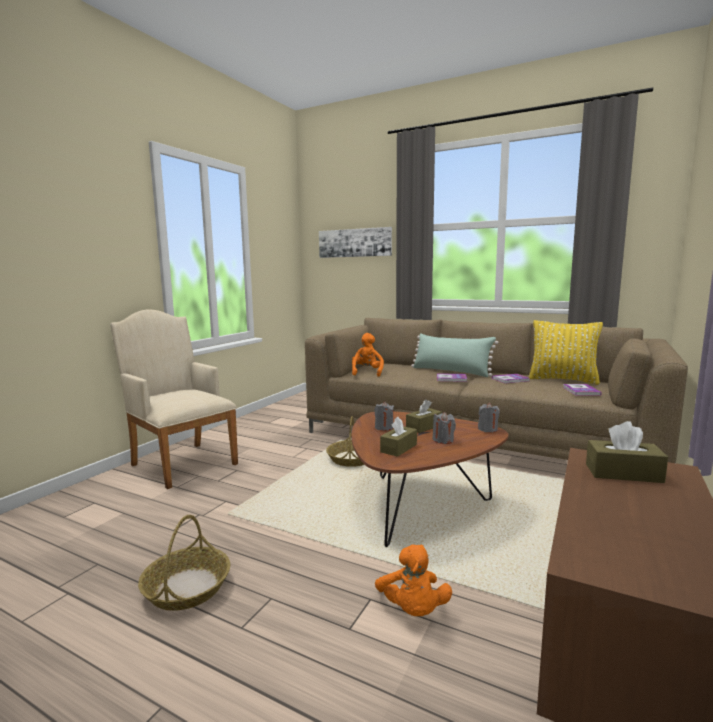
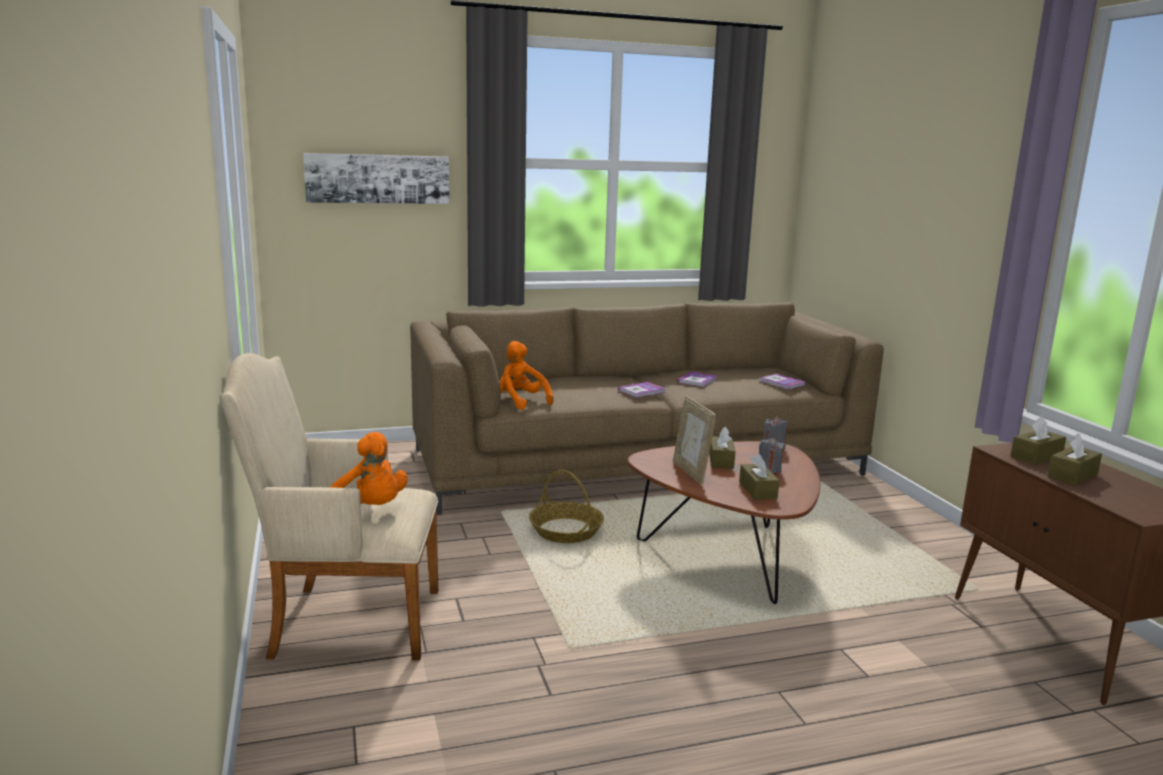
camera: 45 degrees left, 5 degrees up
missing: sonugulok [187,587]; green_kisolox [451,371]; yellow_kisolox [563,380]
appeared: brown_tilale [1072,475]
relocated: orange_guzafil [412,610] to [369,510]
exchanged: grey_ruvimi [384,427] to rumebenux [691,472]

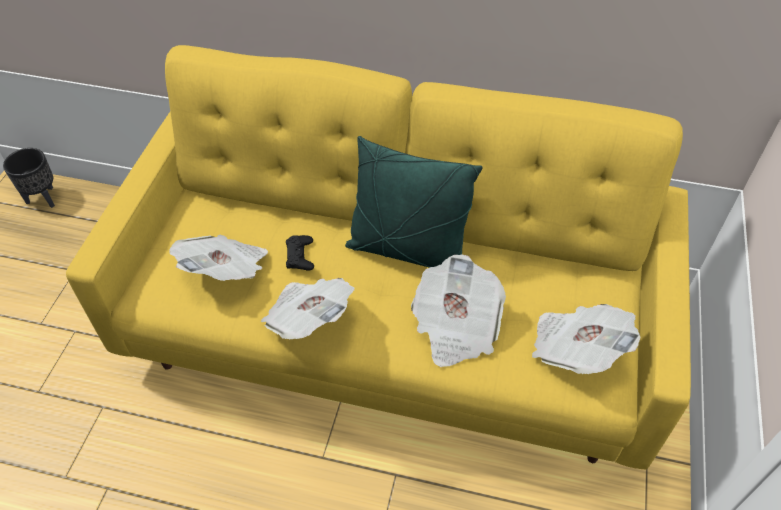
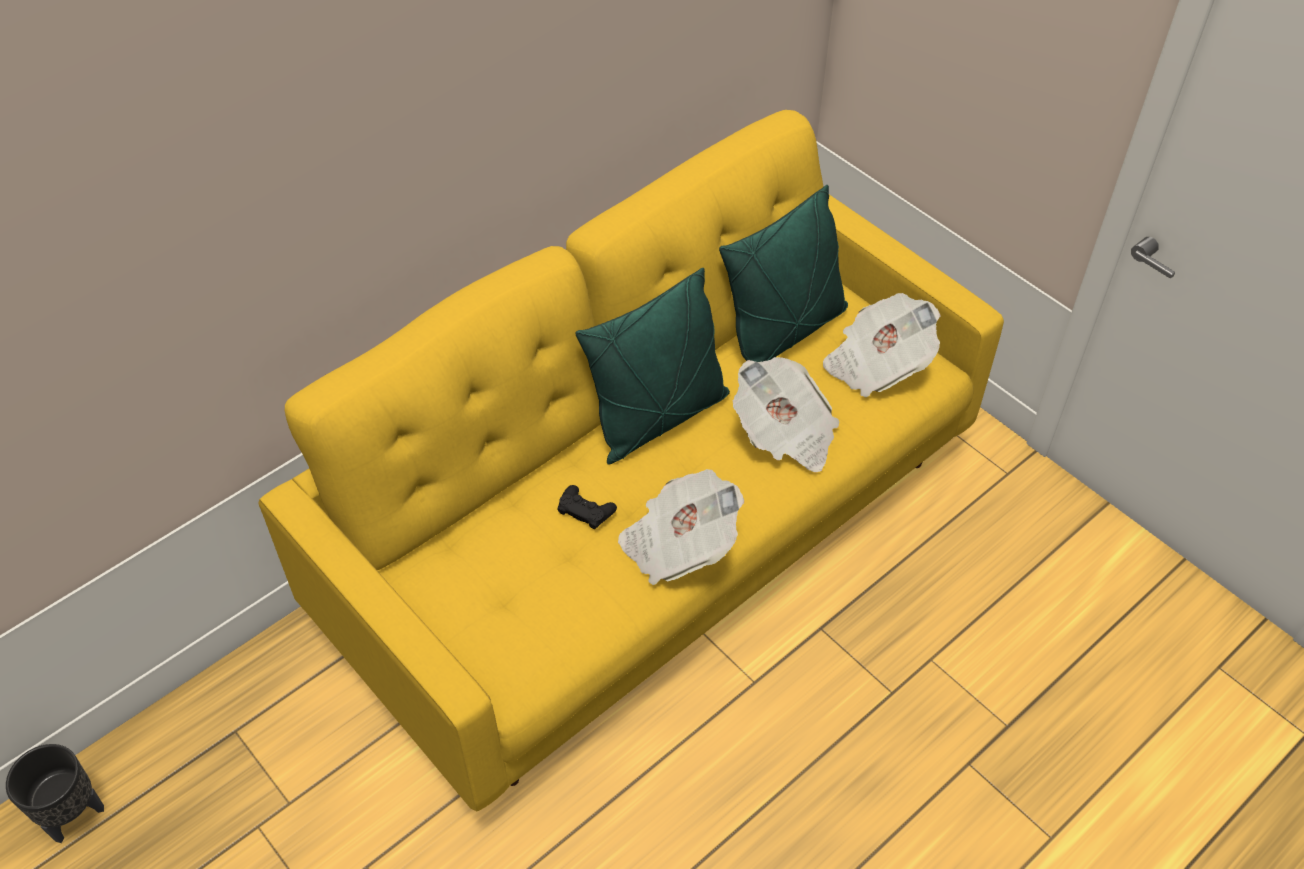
camera: 55 degrees left, 0 degrees up
missing: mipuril [226,271]
appeared: green_kisolox [784,332]

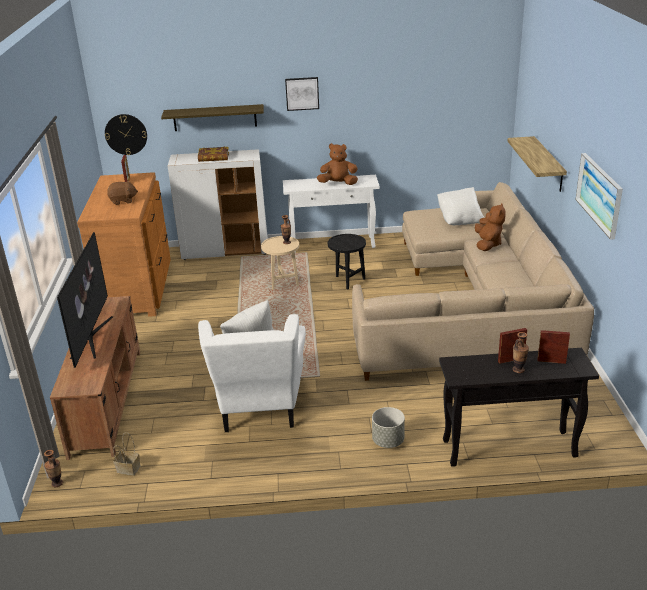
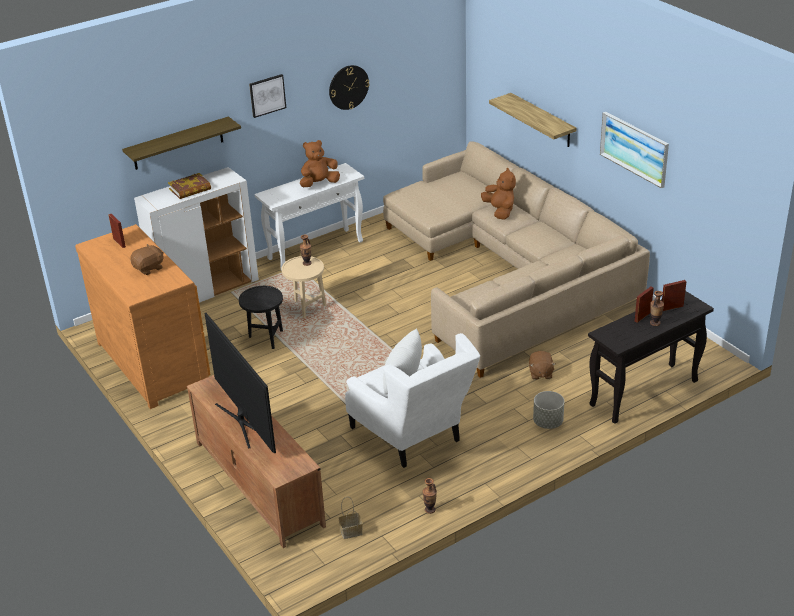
camera: 30 degrees left, 5 degrees up
missing: white_kisolox [460,220]
appeared: brown_guzafil [540,373]
relocated: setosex [57,483] to [430,509]; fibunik [126,134] to [348,87]; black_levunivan [347,280] to [265,338]

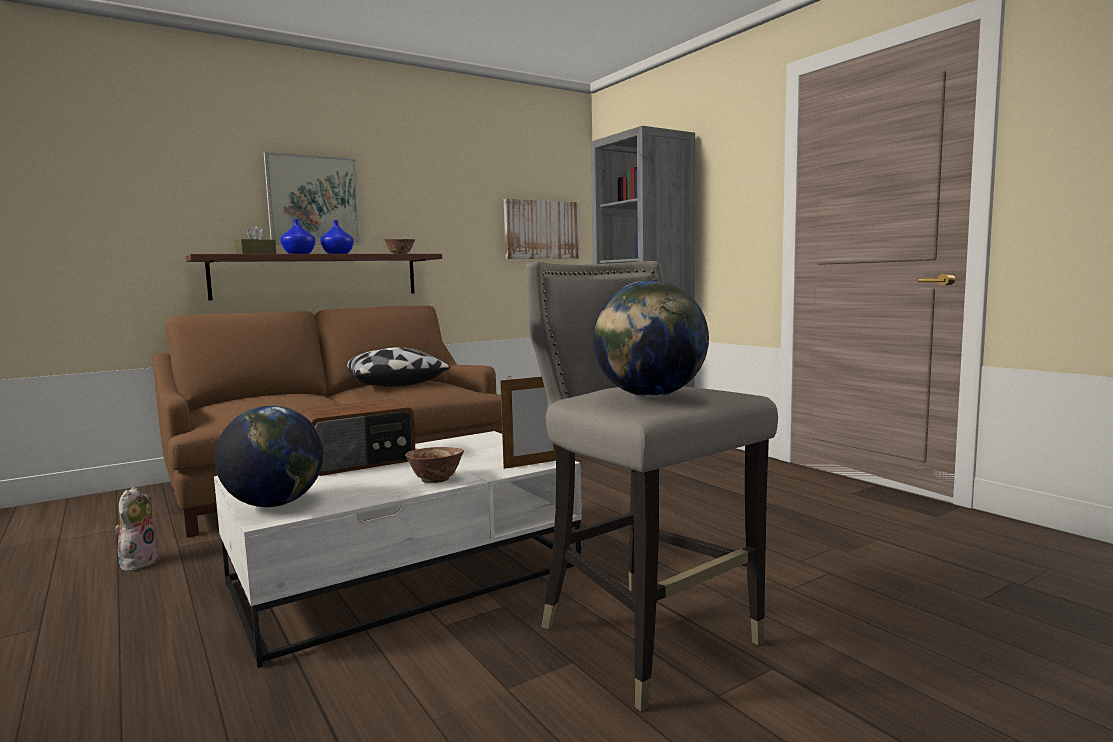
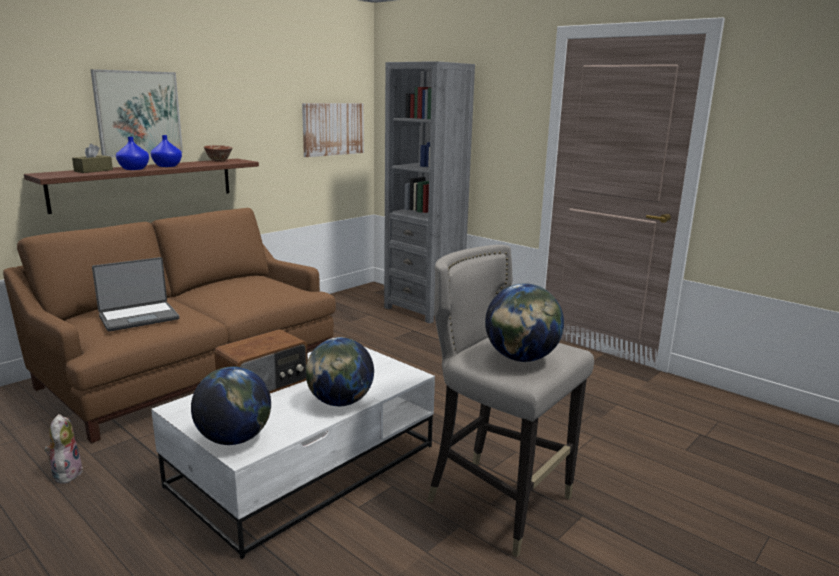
camera: 15 degrees left, 10 degrees up
missing: kisolox [393,384]; rumebenux [534,463]
appeared: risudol [139,317]
exchanged: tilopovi [435,480] to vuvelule [340,402]

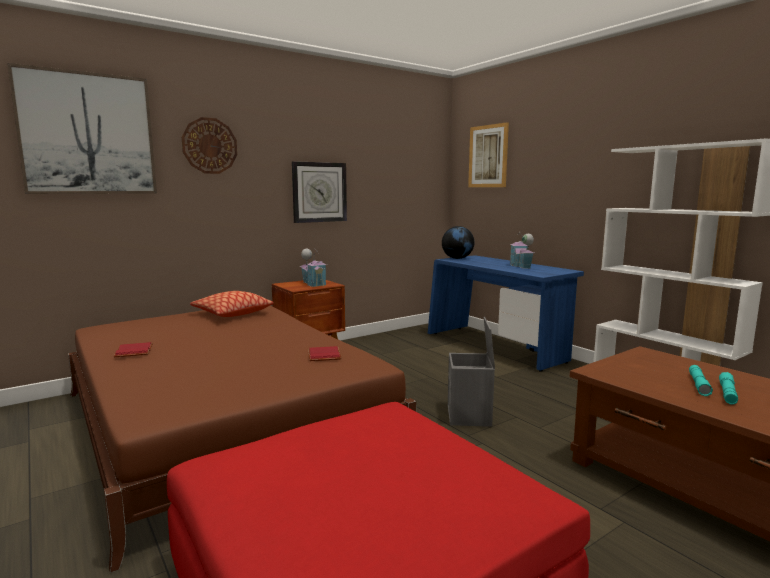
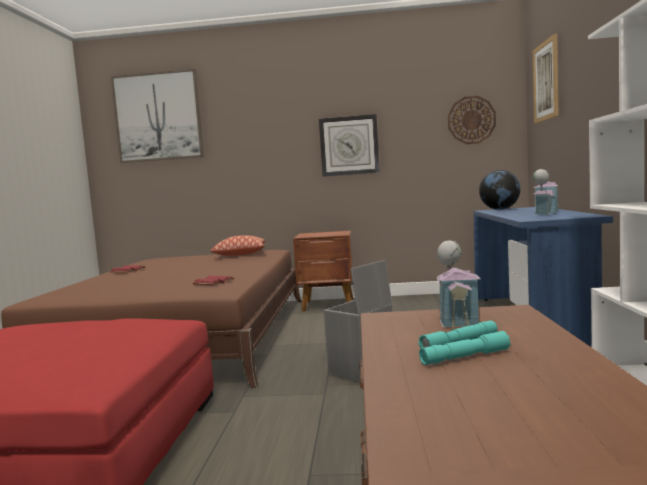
camera: 40 degrees right, 5 degrees down
relocated: fibunik [209,146] to [471,120]; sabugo [313,284] to [457,319]

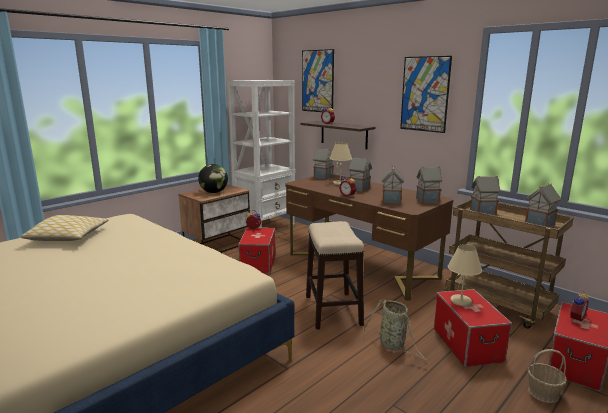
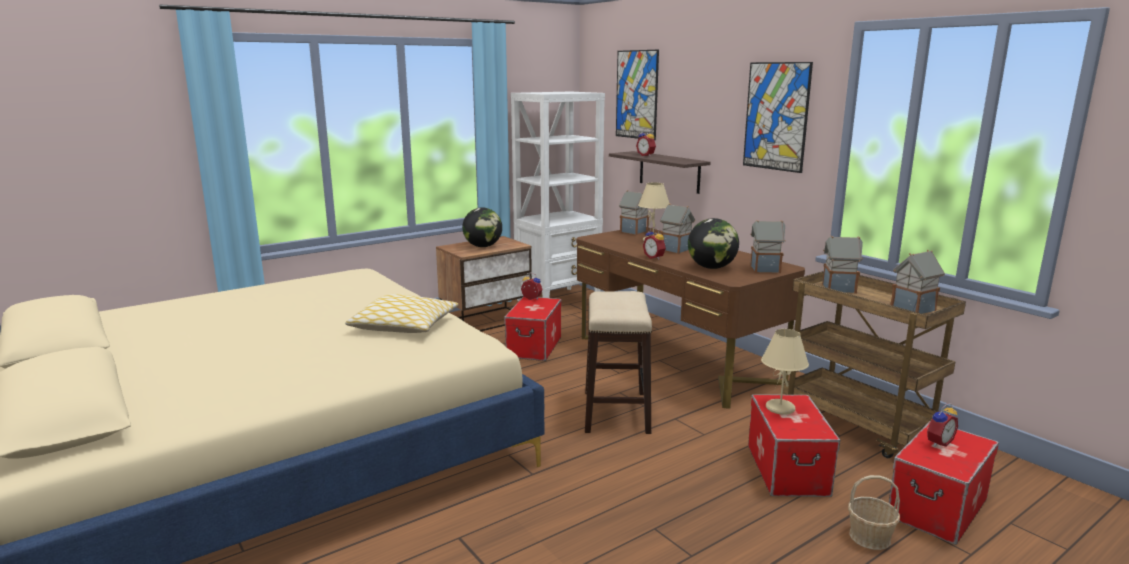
camera: 10 degrees right, 0 degrees up
missing: sonugulok [393,345]
relocated: kisolox [68,237] to [405,326]
exchanged: sabugo [391,201] to vuvelule [711,267]

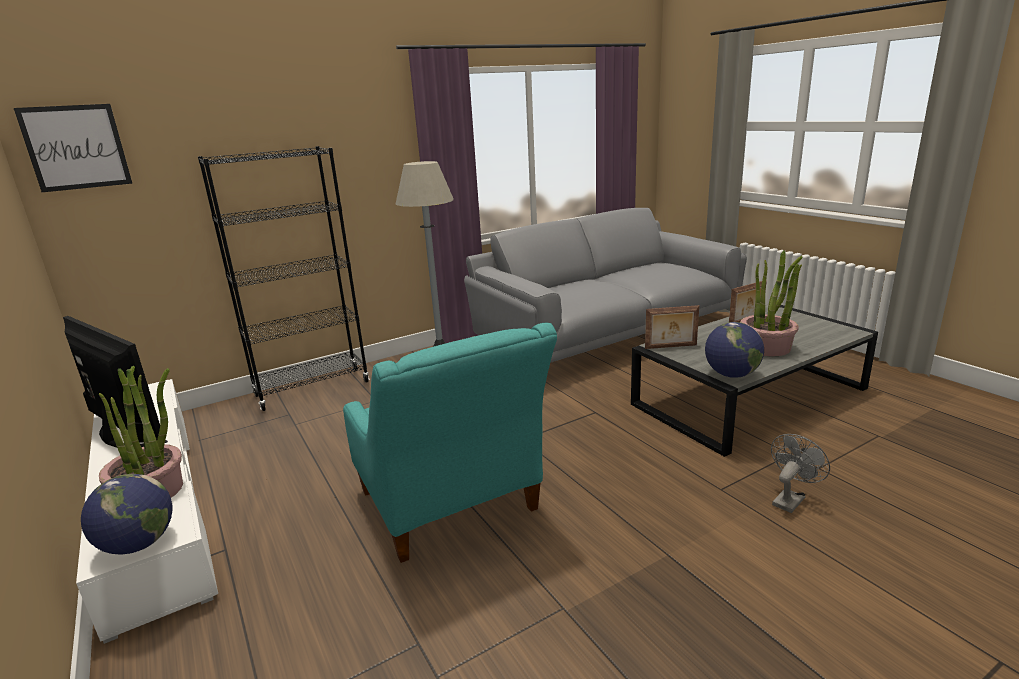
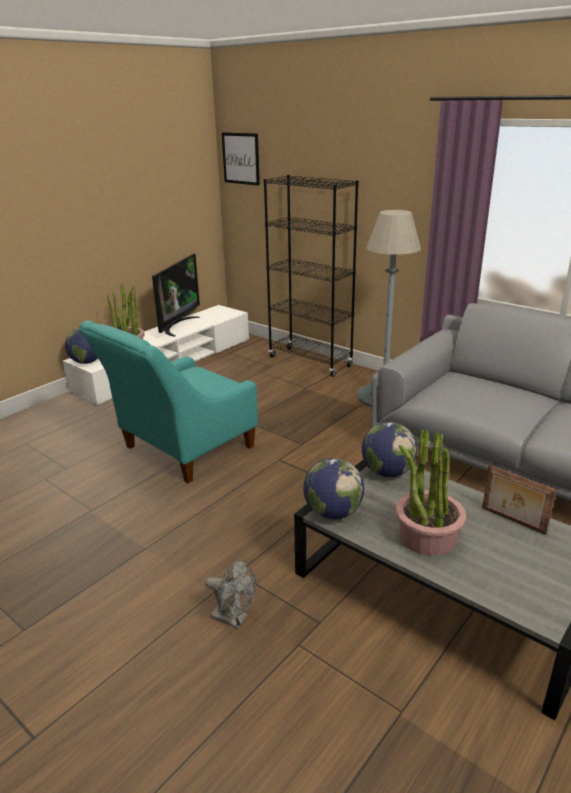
camera: 70 degrees right, 5 degrees up
exchanged: rumebenux [671,347] to vuvelule [387,472]

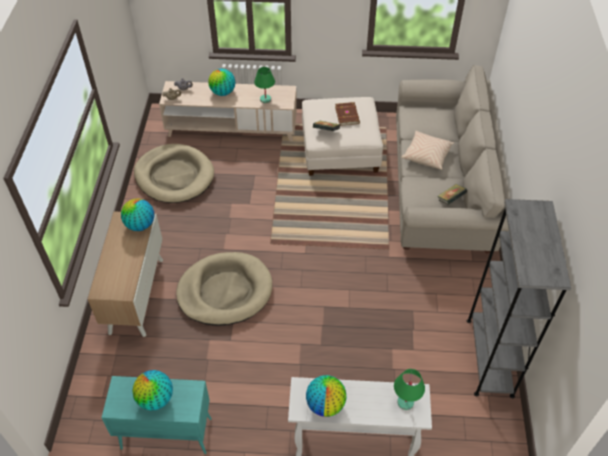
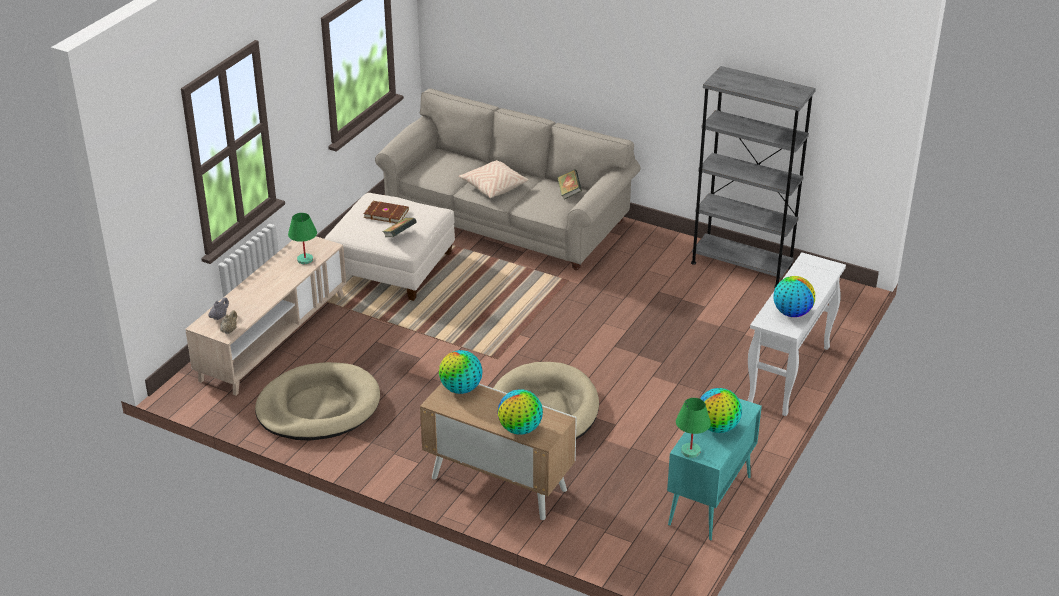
camera: 65 degrees left, 15 degrees down
relocated: vuvelule [223,92] to [520,429]; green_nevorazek [405,402] to [690,451]

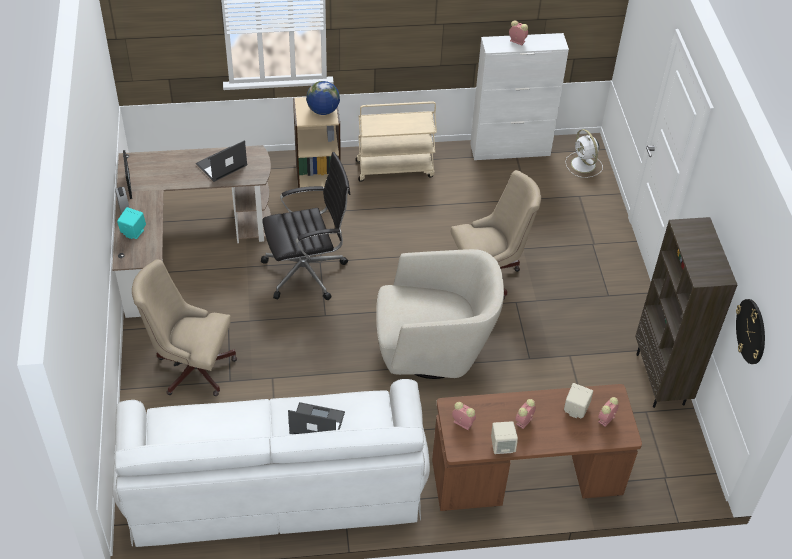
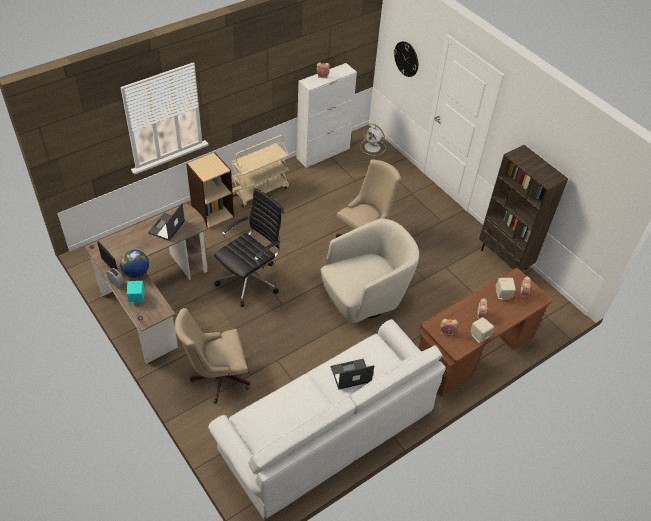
camera: 30 degrees left, 0 degrees up
relocated: vuvelule [323,111] to [136,273]; fibunik [751,331] to [406,59]

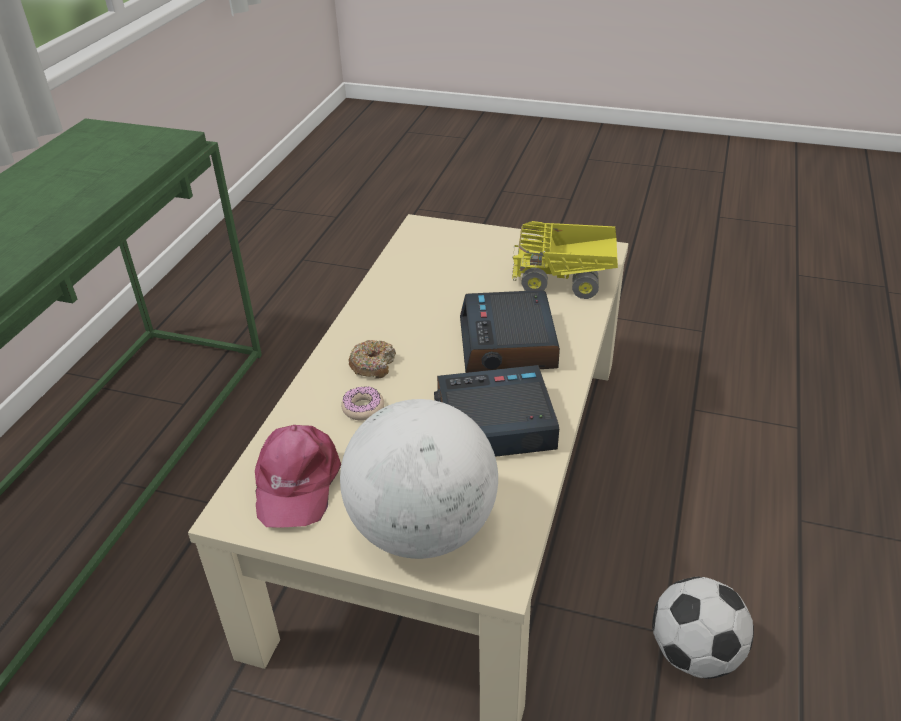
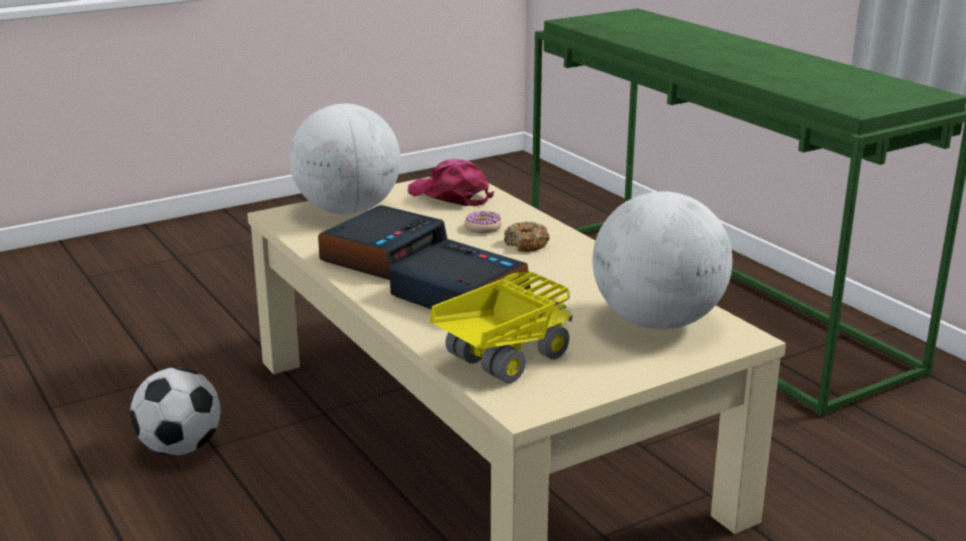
camera: 130 degrees right, 15 degrees down
appeared: vuvelule [657,322]

